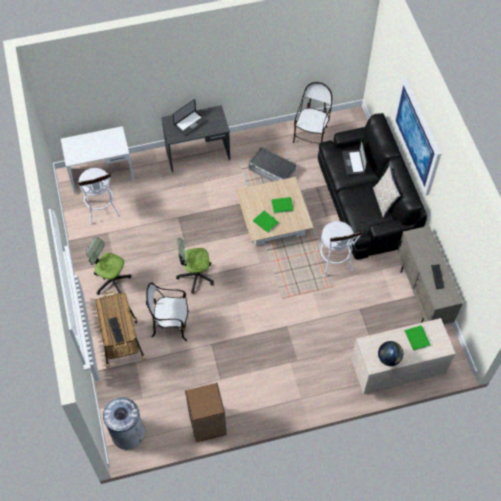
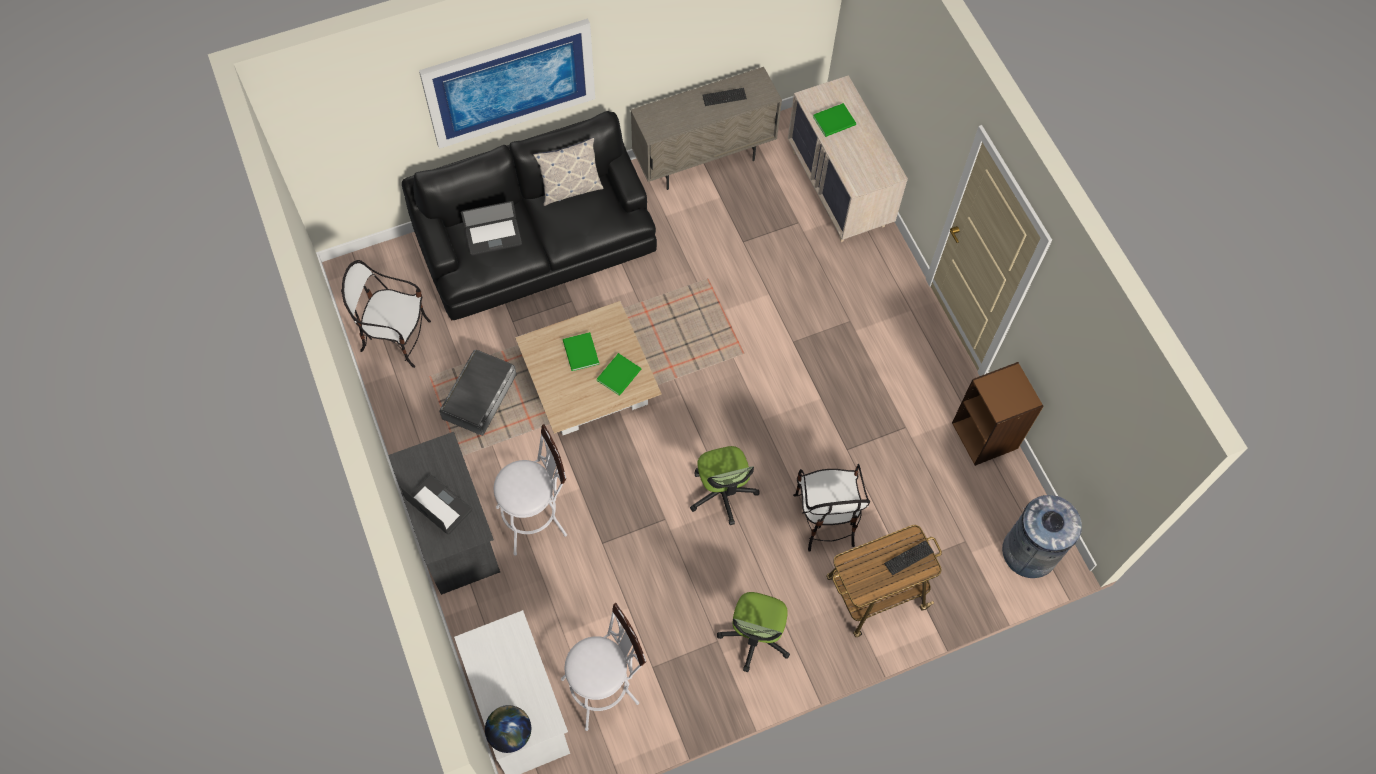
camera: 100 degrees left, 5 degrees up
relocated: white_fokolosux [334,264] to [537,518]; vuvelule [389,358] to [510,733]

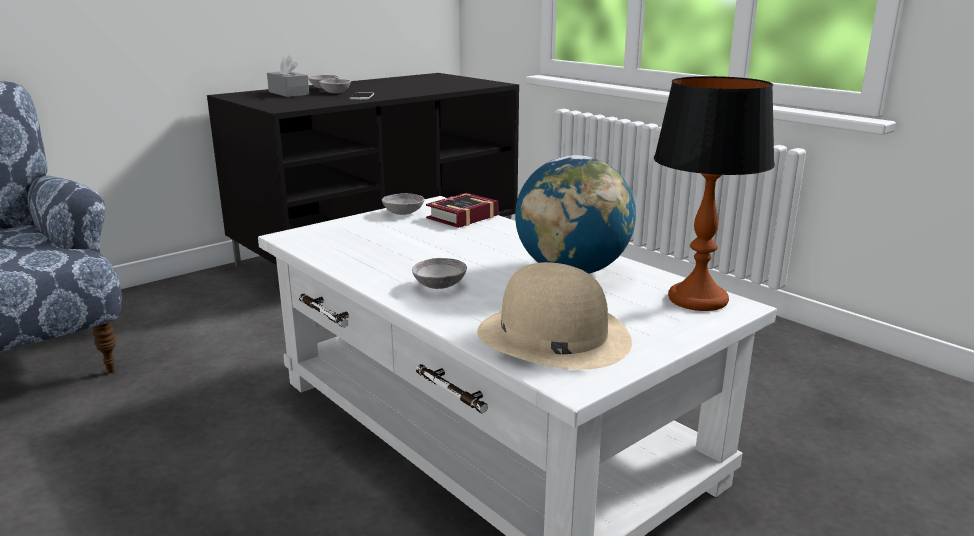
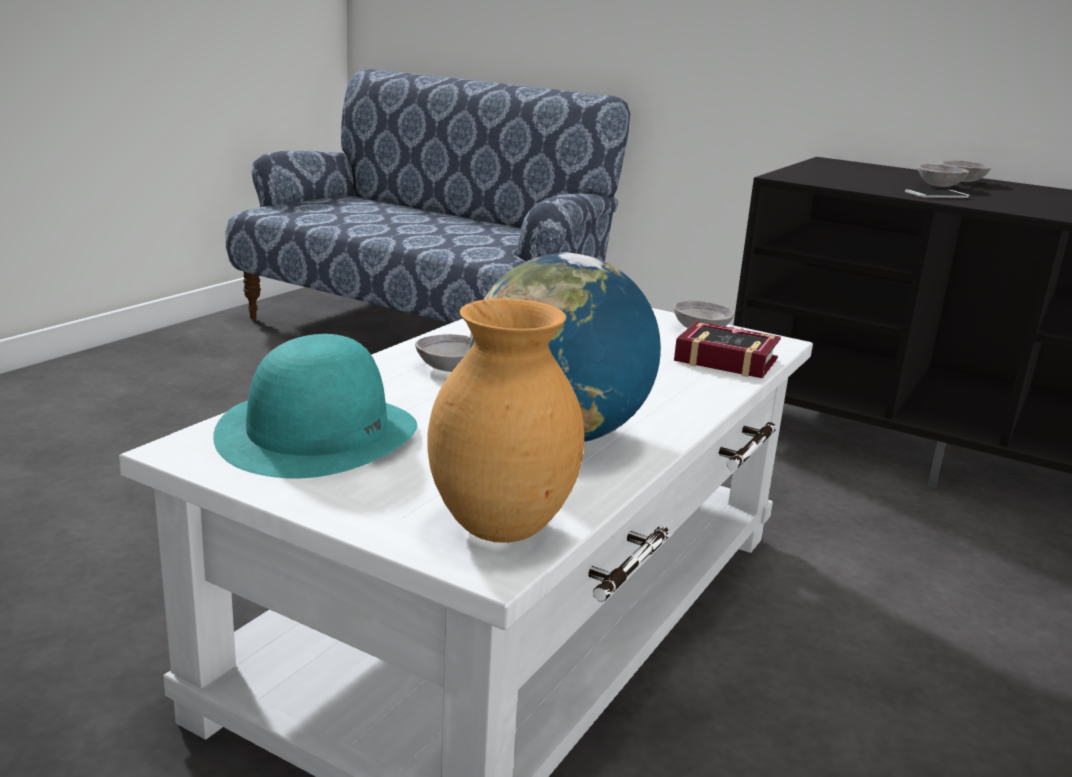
camera: 70 degrees right, 0 degrees up
missing: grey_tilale [288,93]
exchanged: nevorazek [698,299] to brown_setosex [499,529]
colour: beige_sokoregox [552,336] to turquoise_sokoregox [318,433]

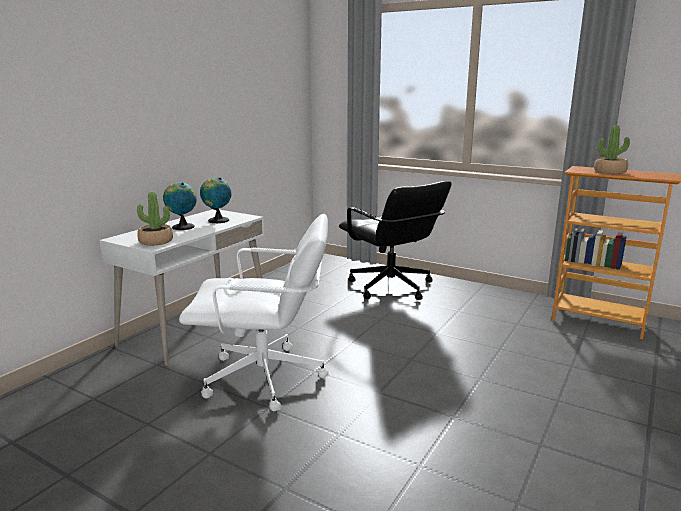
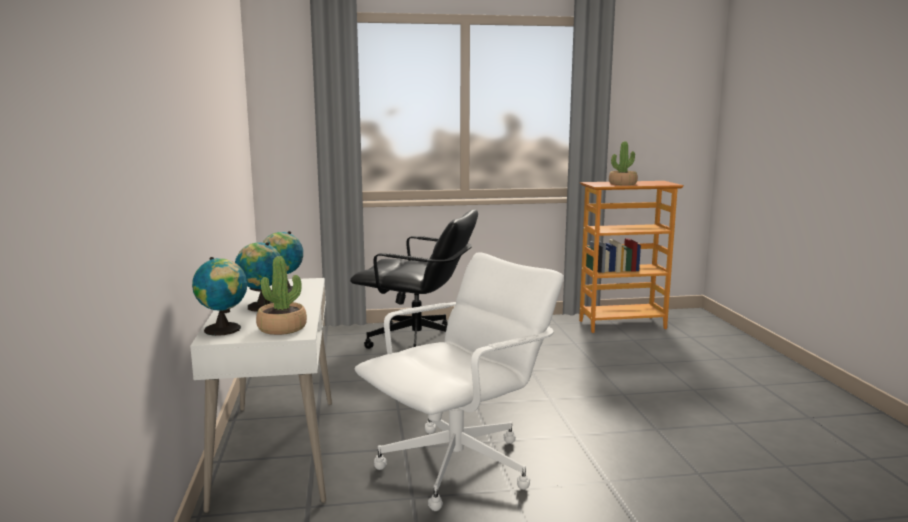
camera: 40 degrees left, 5 degrees down
appeared: vuvelule [224,330]

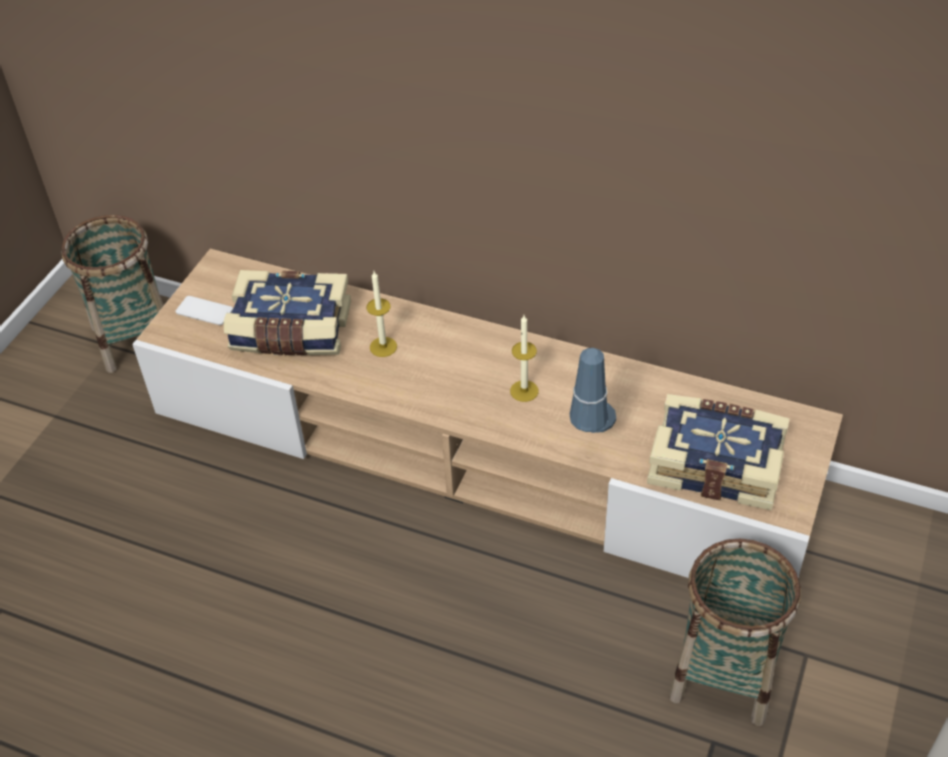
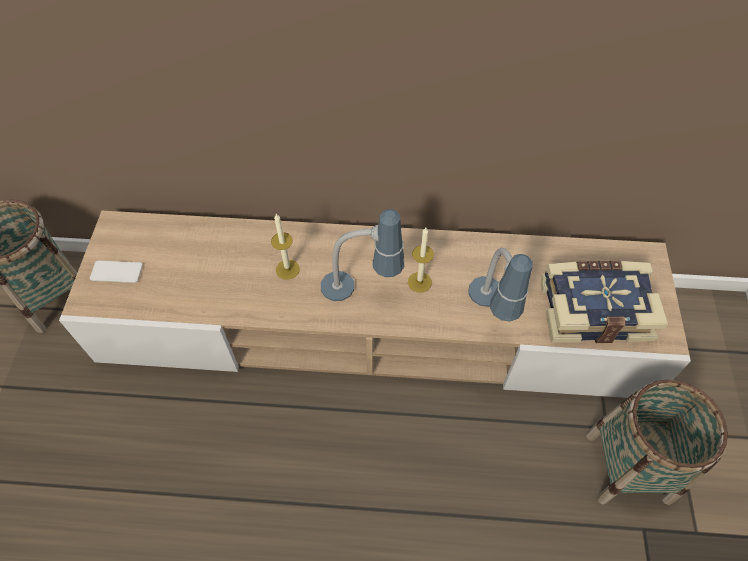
camera: 20 degrees left, 10 degrees up
missing: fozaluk [291,331]
appeared: nevorazek [361,291]

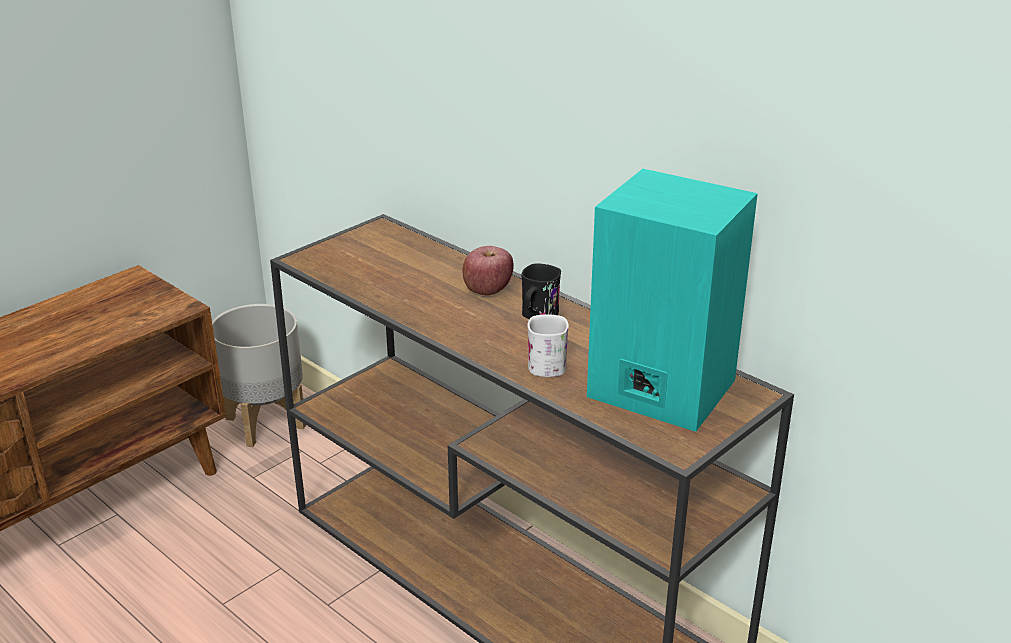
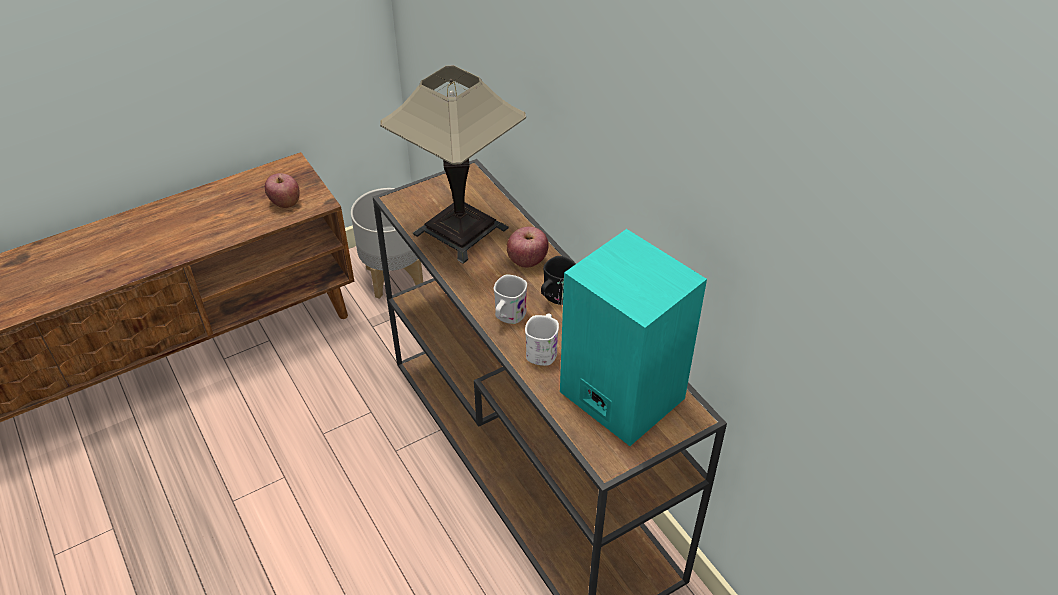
camera: 15 degrees right, 15 degrees up
appeared: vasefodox [285,202]; nevorazek [460,230]; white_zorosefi [508,317]

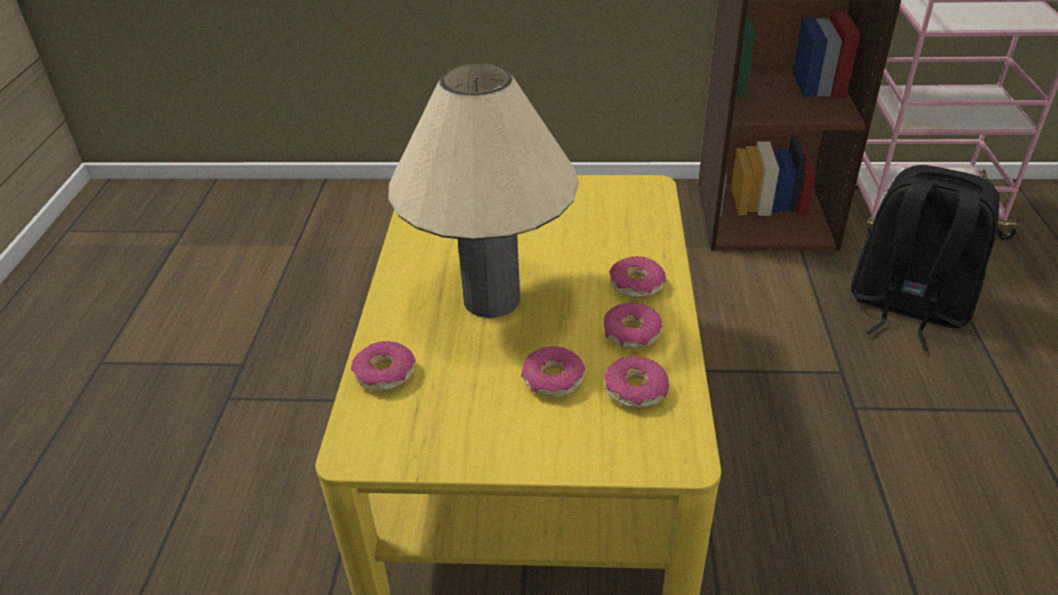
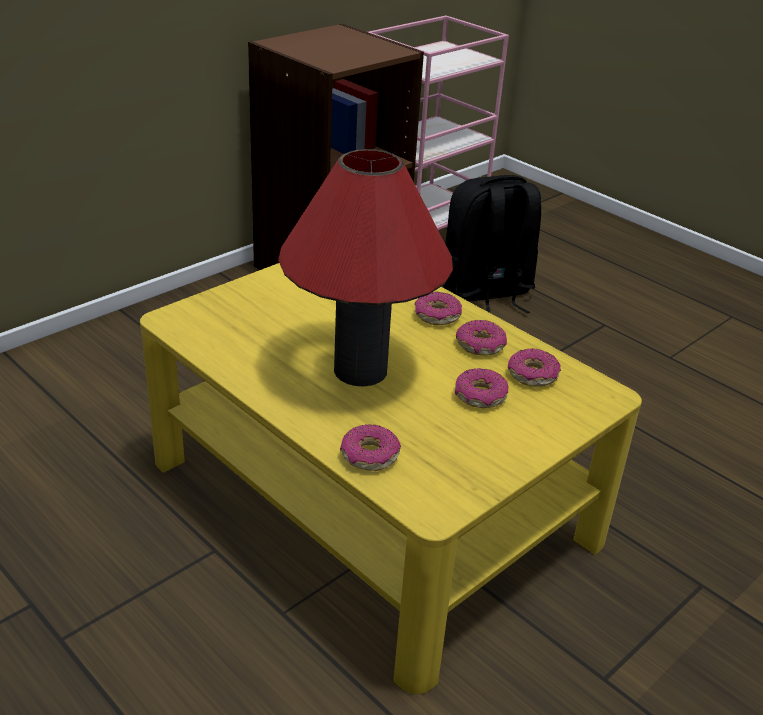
camera: 50 degrees left, 5 degrees down
colour: beige_nevorazek [492,299] to red_nevorazek [360,370]

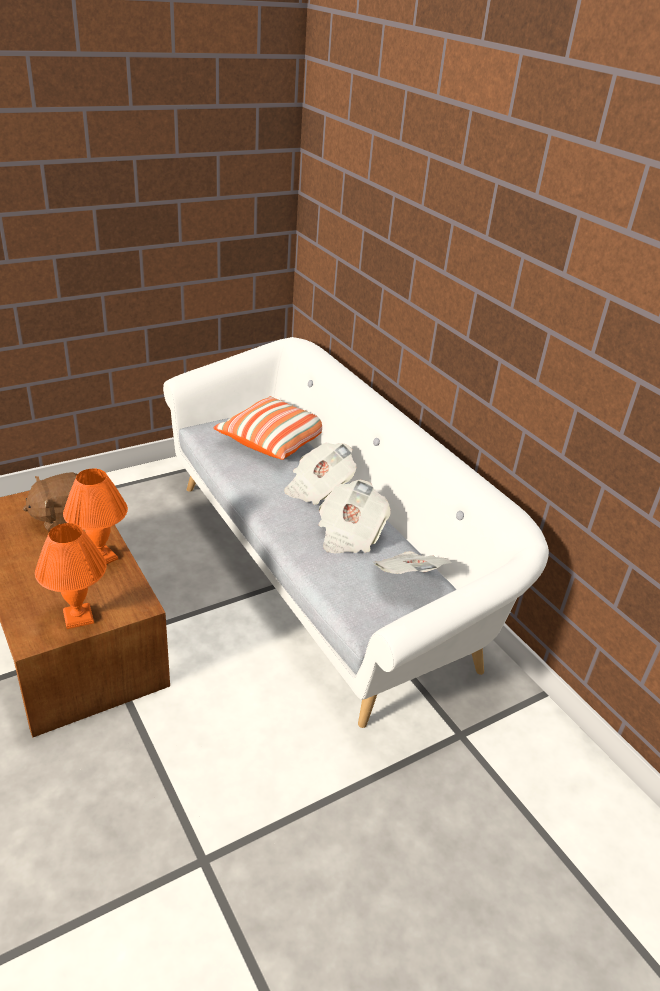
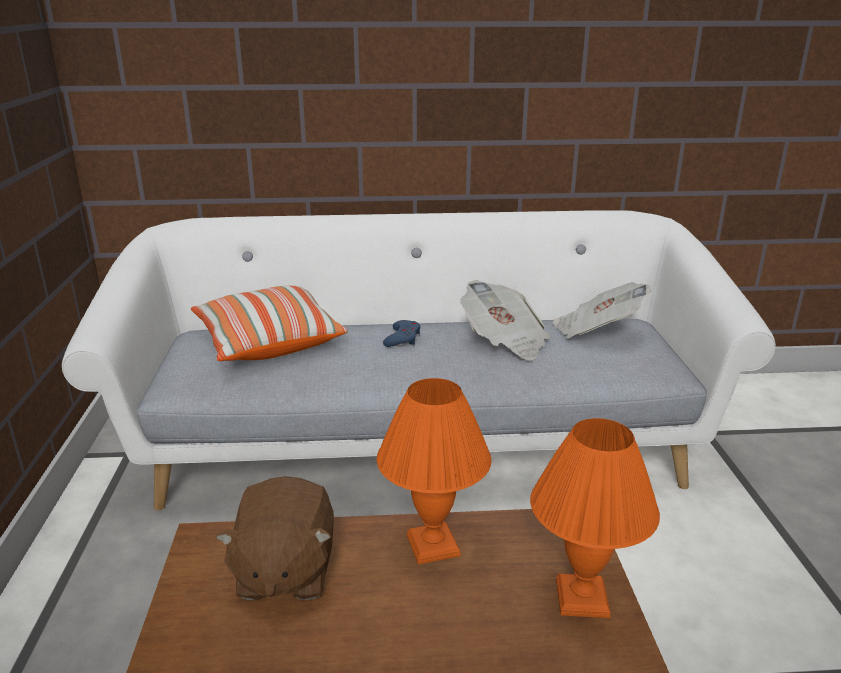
camera: 60 degrees left, 10 degrees down
exchanged: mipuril [318,488] to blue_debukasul [403,338]

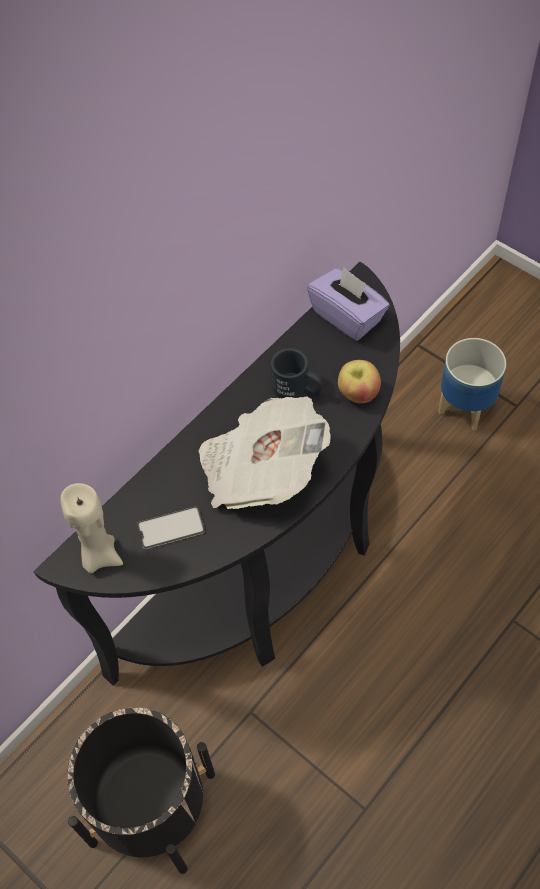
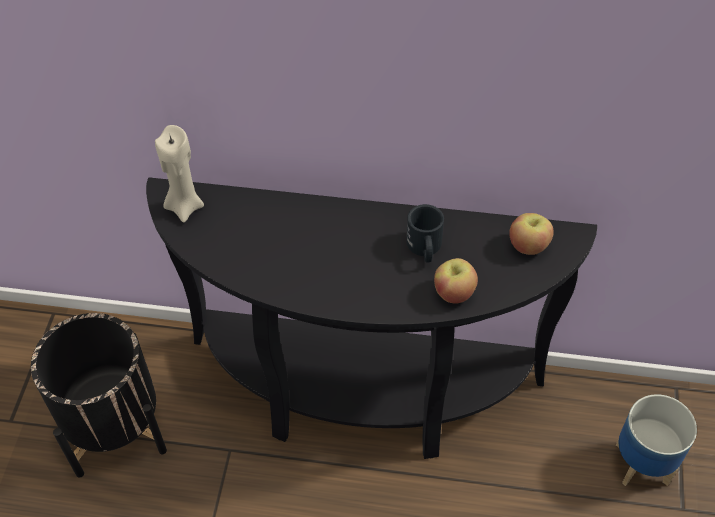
camera: 55 degrees right, 5 degrees down
missing: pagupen [171,528]; mipuril [261,470]
exchanged: purple_tilale [347,316] to vasefodox [528,245]

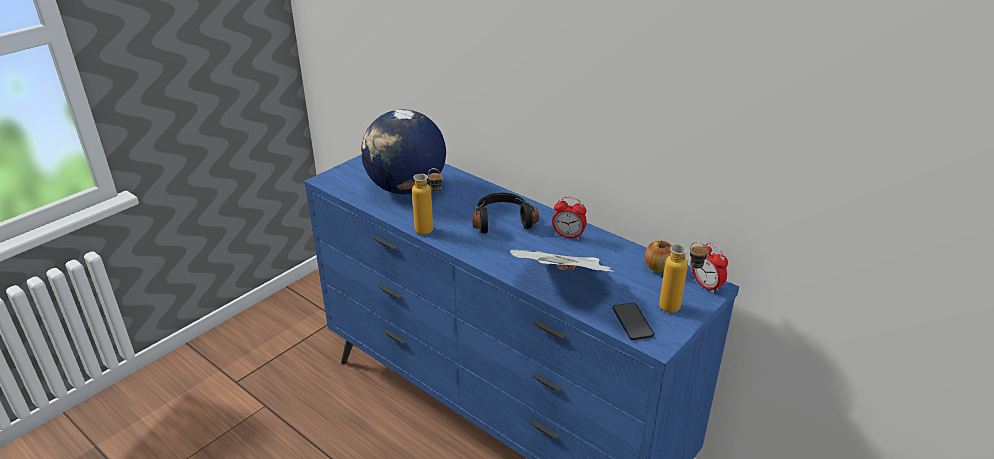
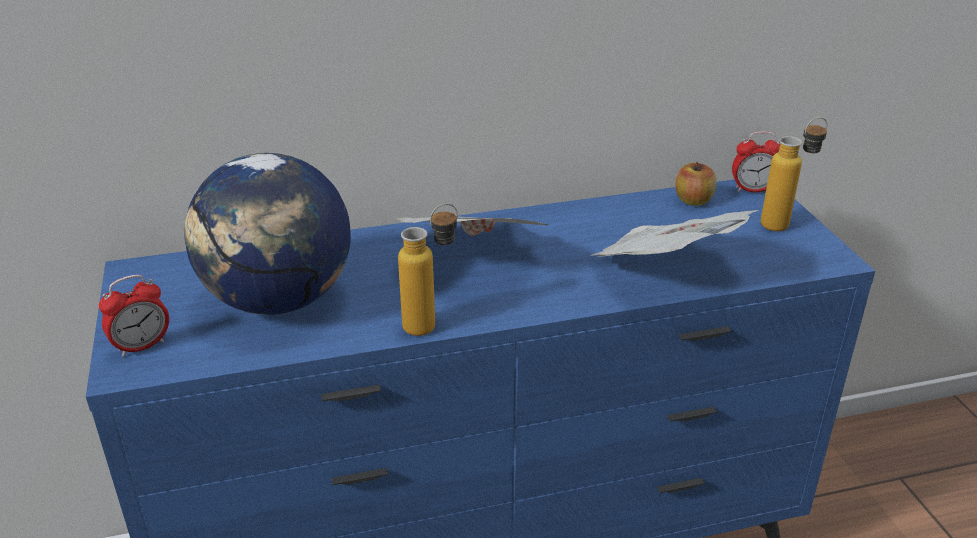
camera: 55 degrees left, 0 degrees up
missing: pagupen [632,322]
relocated: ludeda [568,236] to [142,346]
exchanged: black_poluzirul [502,220] to mipuril [475,256]

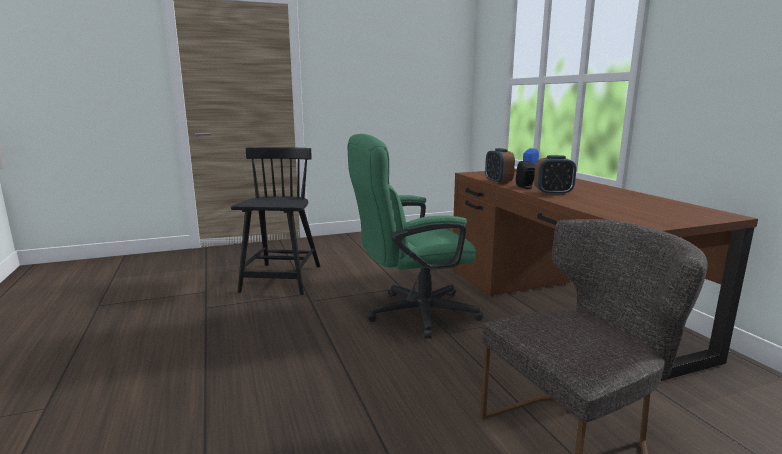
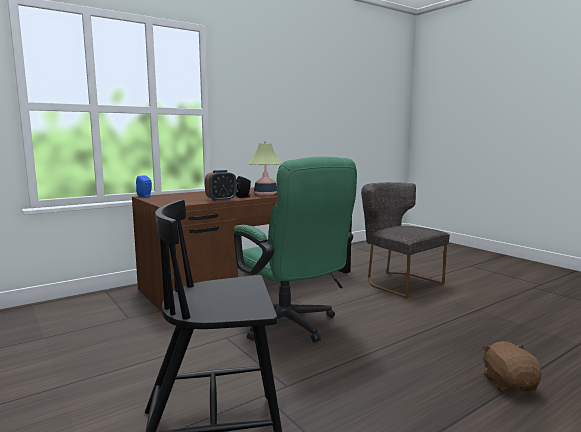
camera: 105 degrees left, 5 degrees down
appeared: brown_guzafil [509,384]
exchanged: ludeda [553,193] to nevorazek [265,194]

